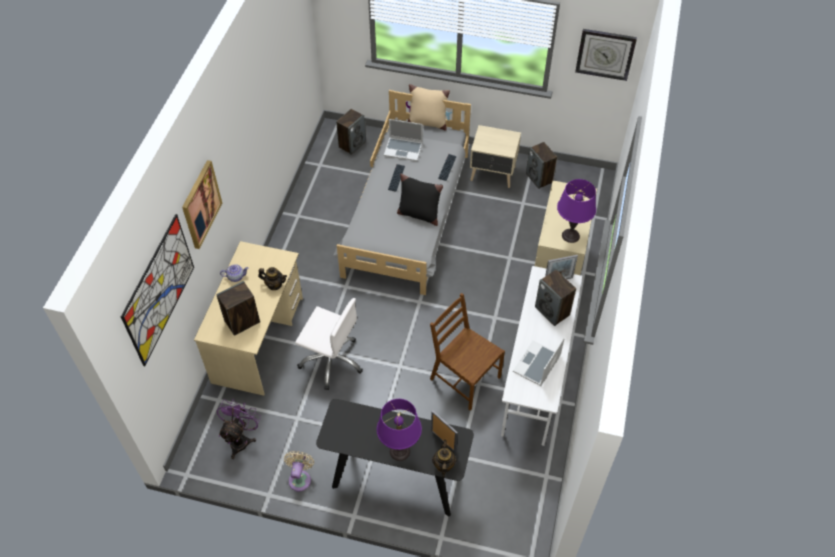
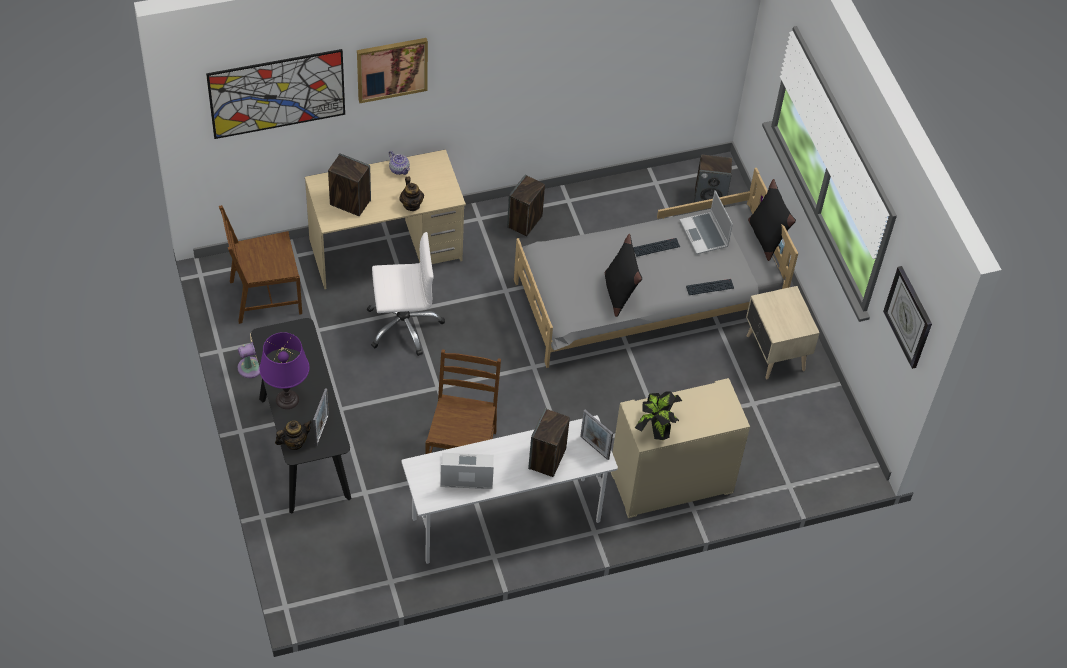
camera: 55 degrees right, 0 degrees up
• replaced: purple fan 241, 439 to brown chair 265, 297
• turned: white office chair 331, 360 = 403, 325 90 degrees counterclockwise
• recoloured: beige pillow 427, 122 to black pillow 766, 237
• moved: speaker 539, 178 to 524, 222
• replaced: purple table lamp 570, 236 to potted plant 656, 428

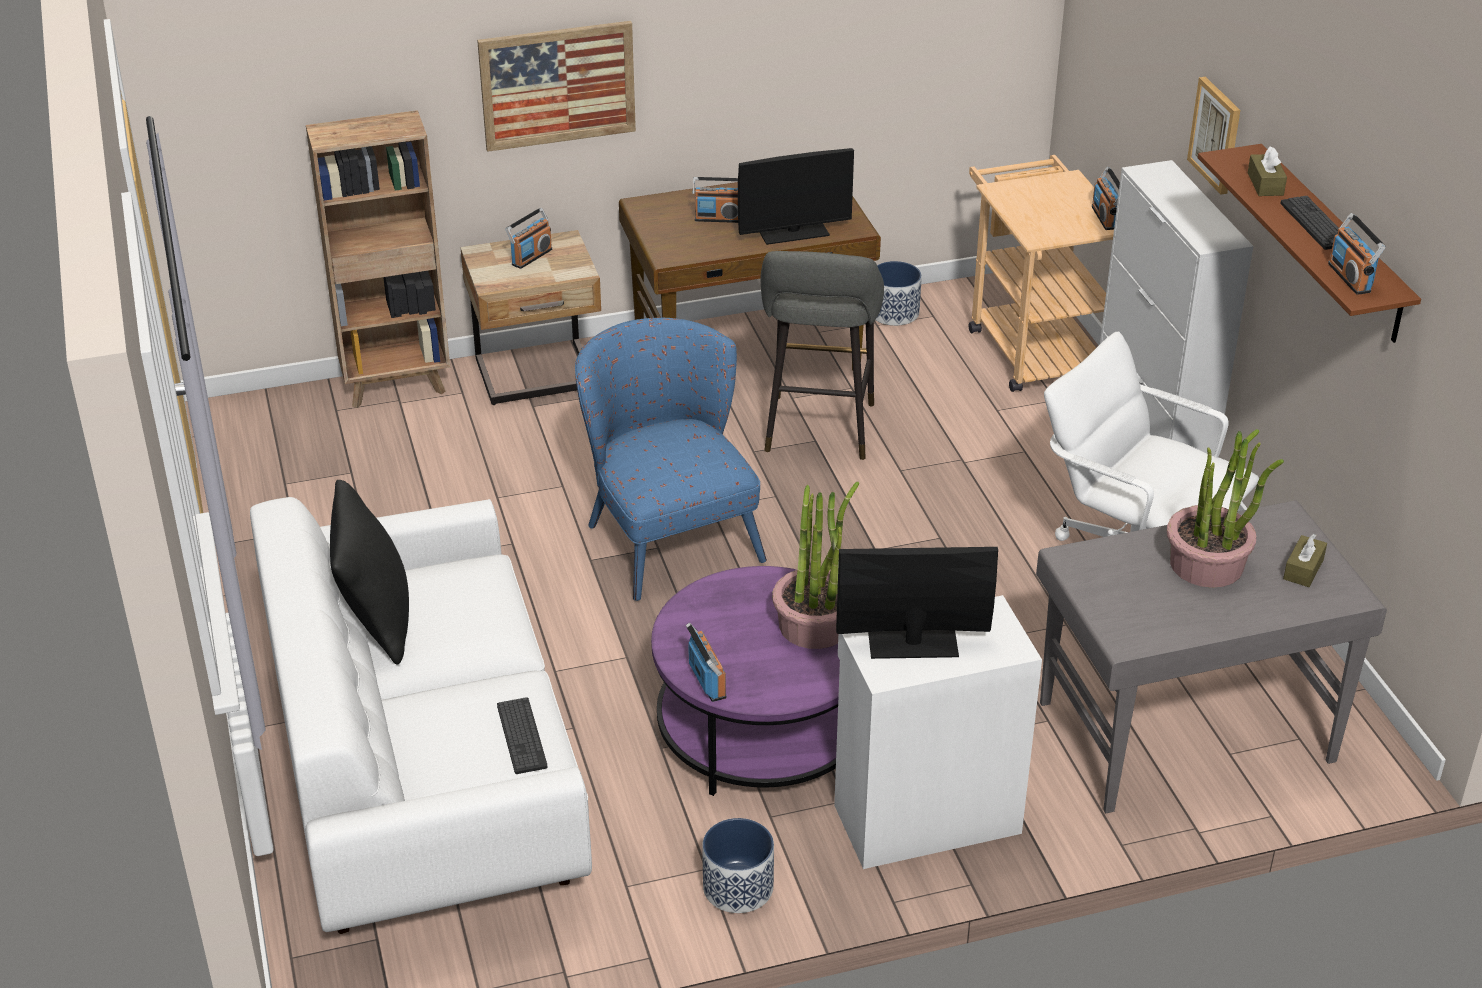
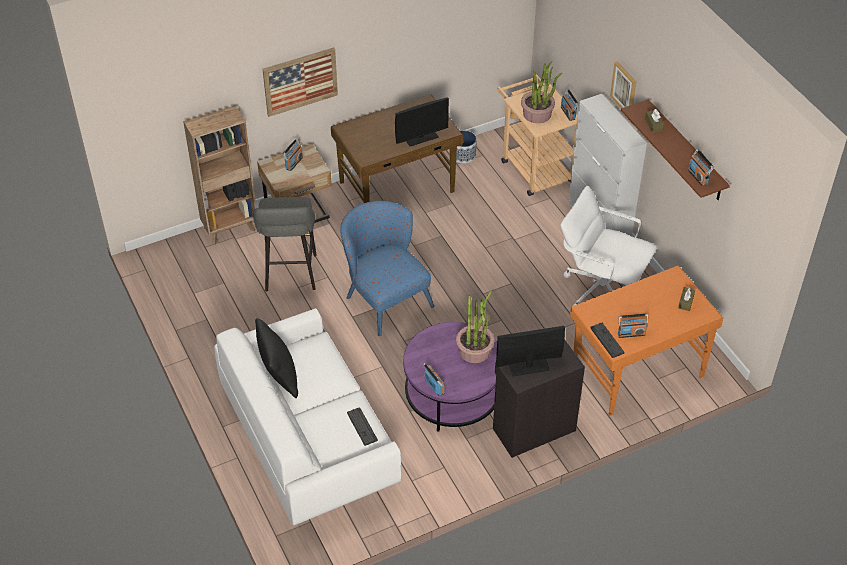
camera: 10 degrees left, 10 degrees up
• moved: radio 718, 218 to 631, 333
• removed: planter 738, 888
• moved: grey stool 818, 432 to 290, 275
• recoloured: white cabinet 925, 817 to black cabinet 533, 429
• recoloured: grey desk 1182, 730 to orange desk 636, 370
• moved: potted plant 1207, 564 to 537, 114
• moved: keyboard 1315, 224 to 607, 340

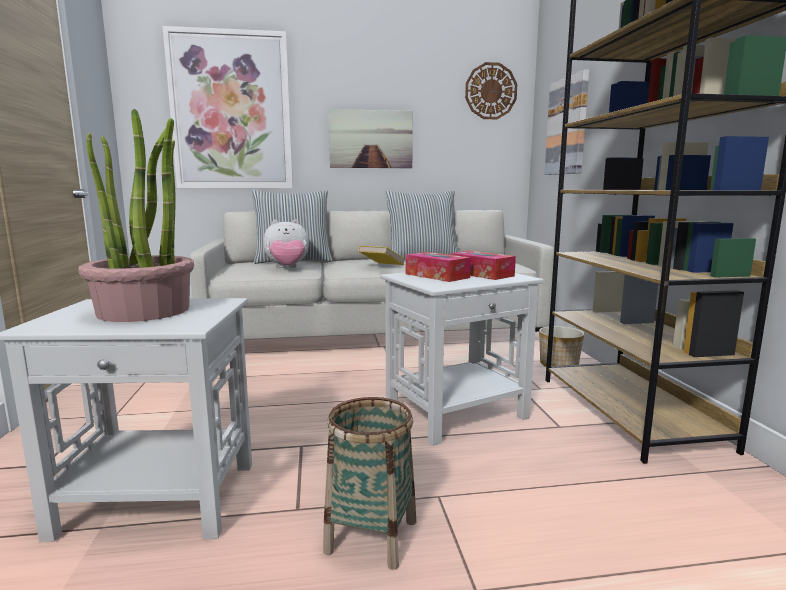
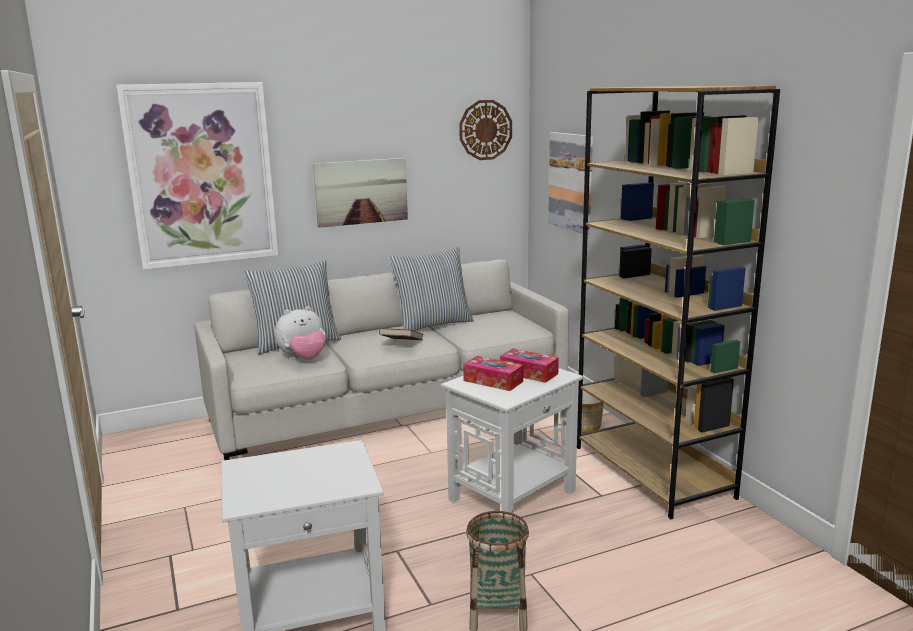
camera: 15 degrees left, 5 degrees up
• removed: potted plant 145, 311
• recoloured: yellow book 382, 266 to brown book 401, 345

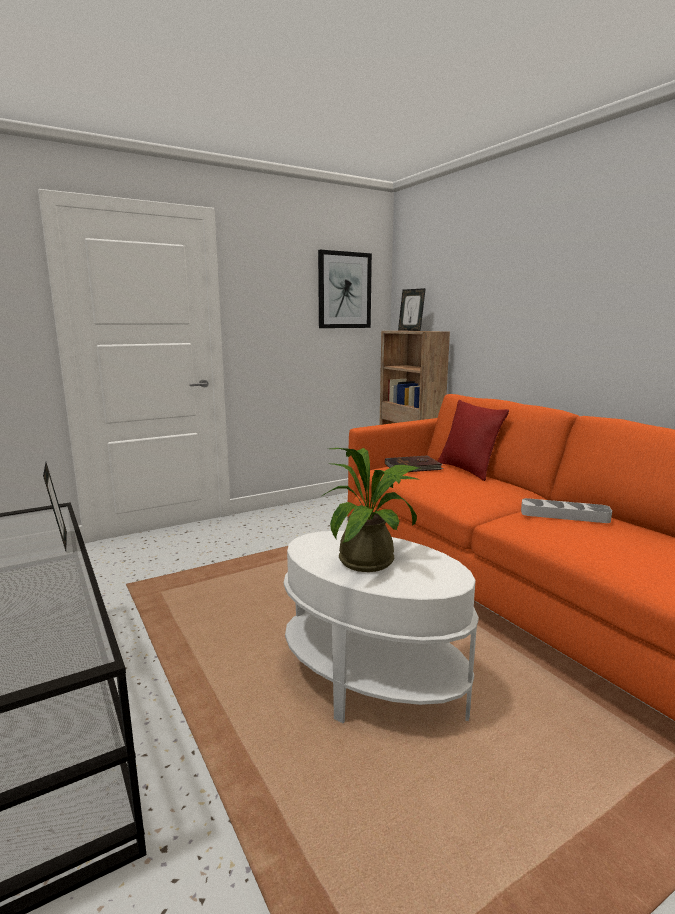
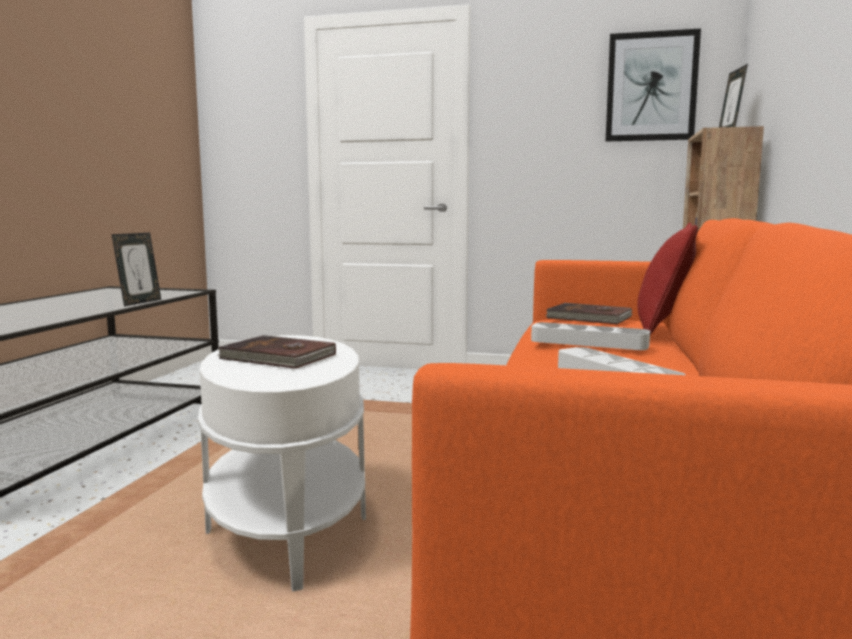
camera: 45 degrees right, 5 degrees down
• replaced: potted plant 373, 560 to brown book 278, 357
• added: grey tray 589, 343

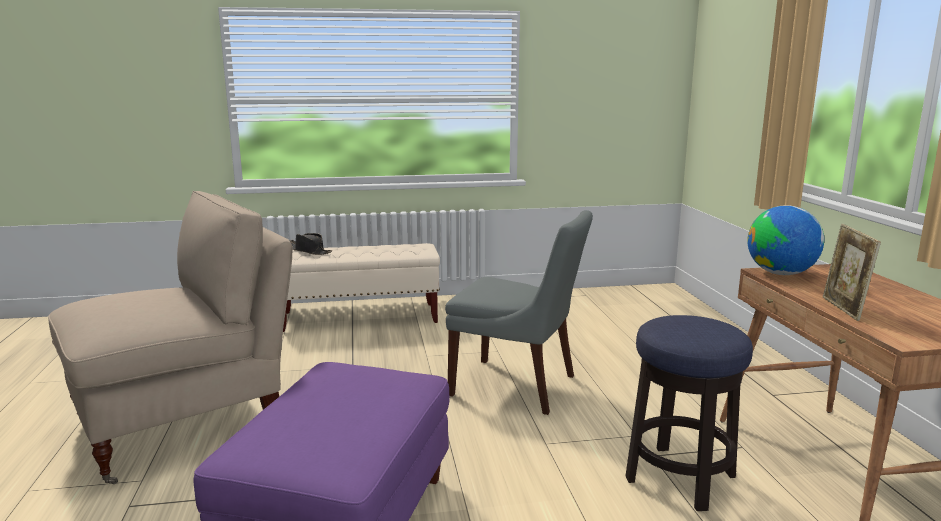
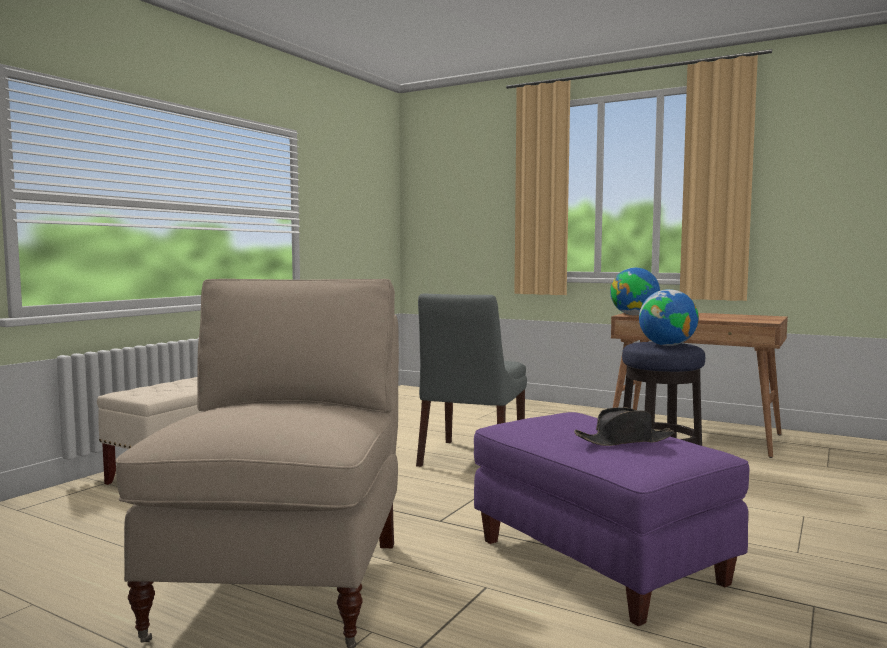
camera: 50 degrees left, 10 degrees down
• moved: black hat 309, 251 to 625, 441
• turned: grey chair 517, 386 = 471, 458 135 degrees clockwise
• removed: picture frame 843, 309
• added: globe 667, 345

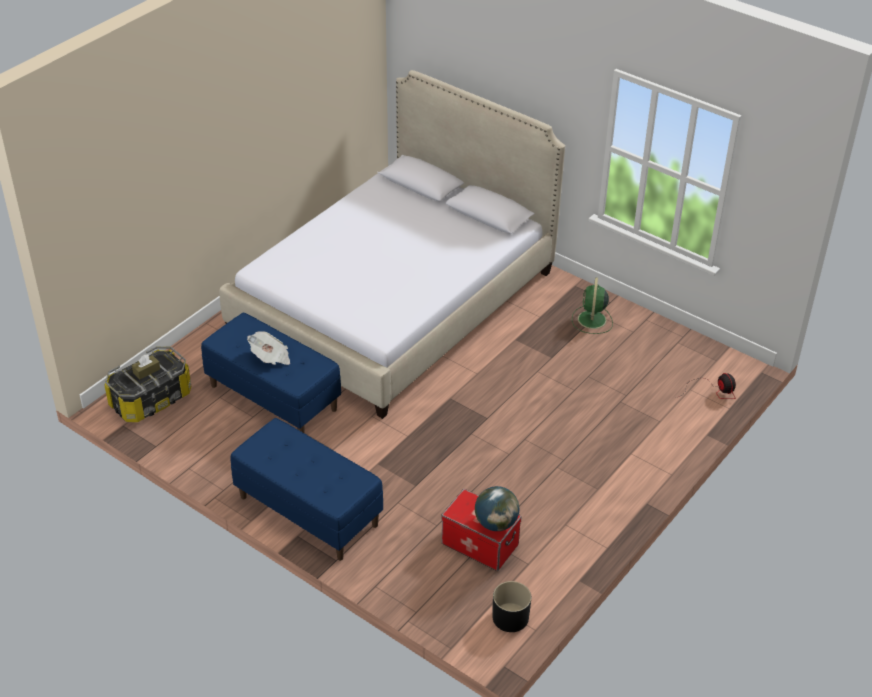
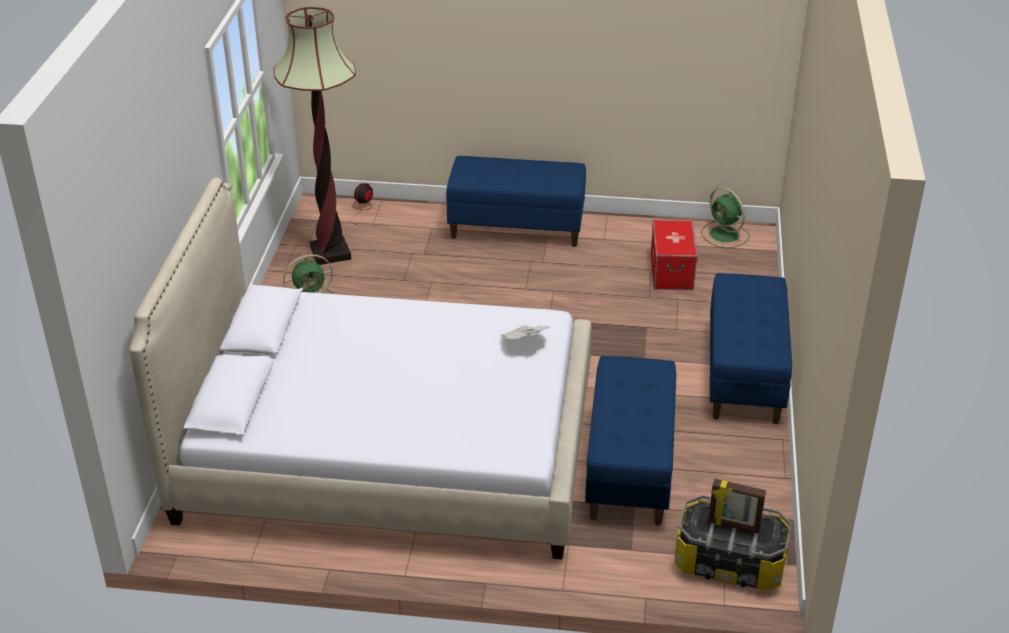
camera: 120 degrees left, 5 degrees down
• replaced: brown tissue box 146, 371 to picture frame 733, 526
• moved: newspaper 270, 357 to 524, 342
• removed: globe 495, 523
• replaced: black planter 510, 618 to green fan 725, 235
• added: floor lamp 331, 253
• added: blue bench 517, 227

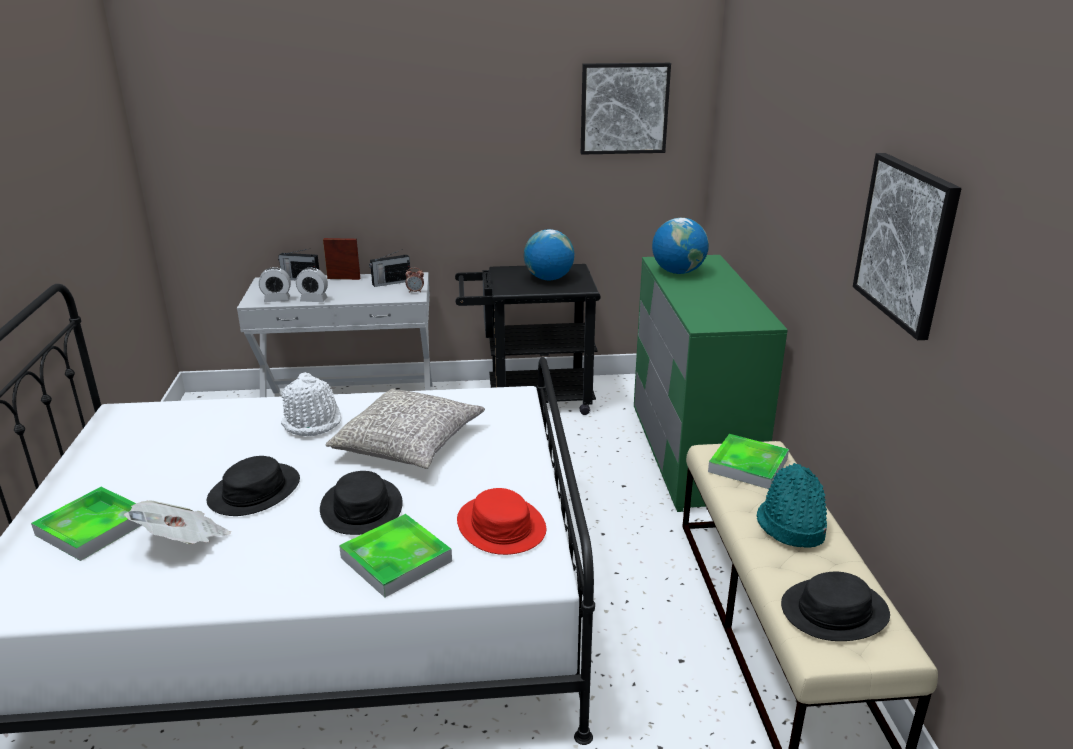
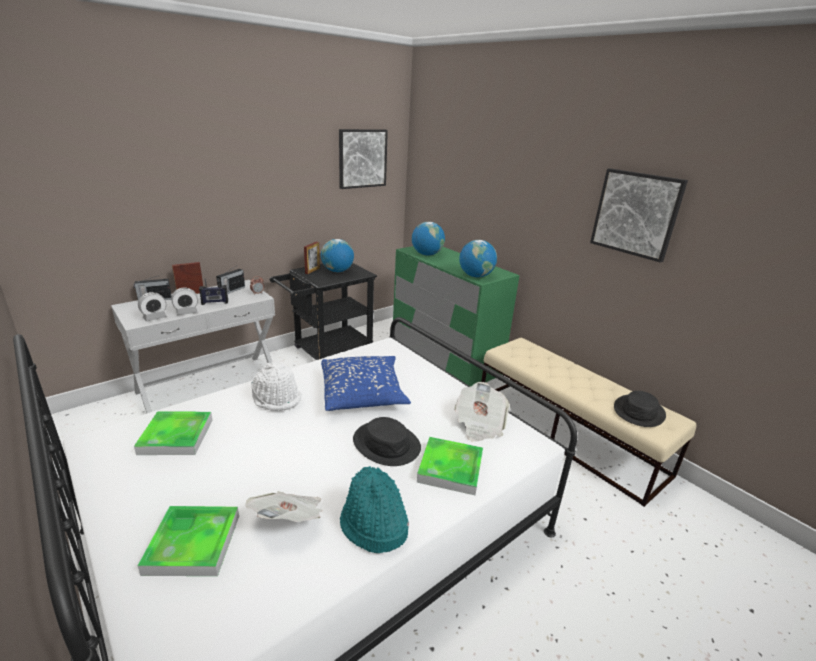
camera: 35 degrees left, 0 degrees up
• removed: black hat 254, 491
• recoloured: grey pillow 409, 444 to blue pillow 363, 393
• replaced: red hat 501, 526 to newspaper 479, 424
• moved: tray 748, 465 to 176, 436
• moved: turquoise hat 790, 526 to 373, 525
• added: radio 215, 302
• added: picture frame 312, 271
• added: globe 476, 276

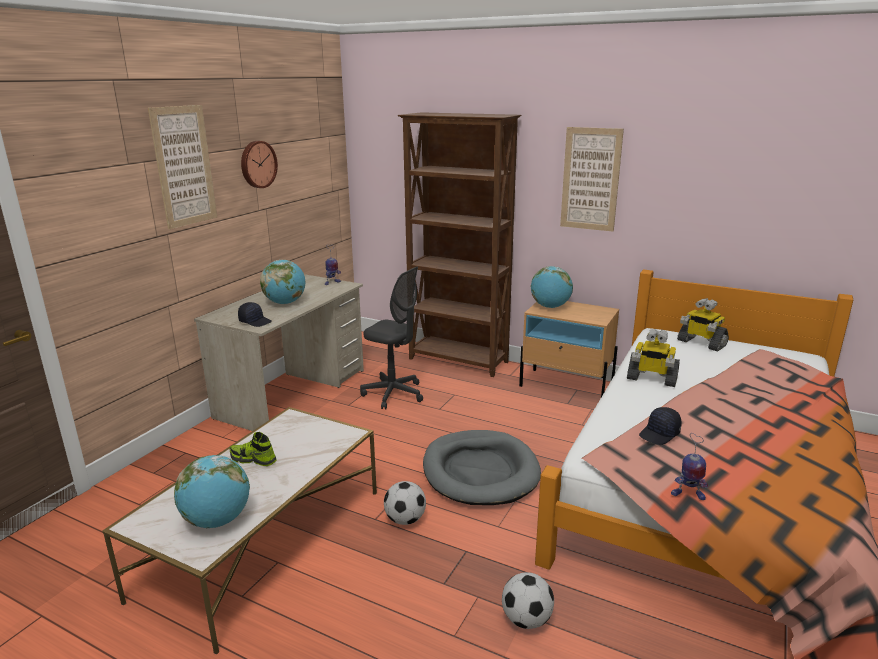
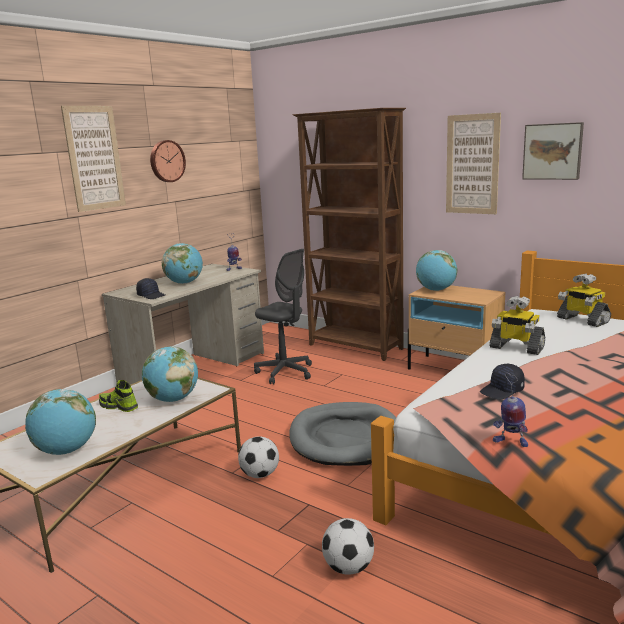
camera: 10 degrees right, 5 degrees down
• added: globe 173, 399
• added: picture 552, 151

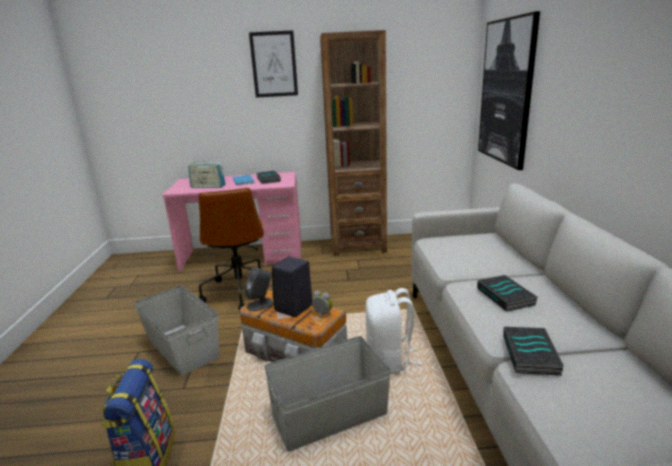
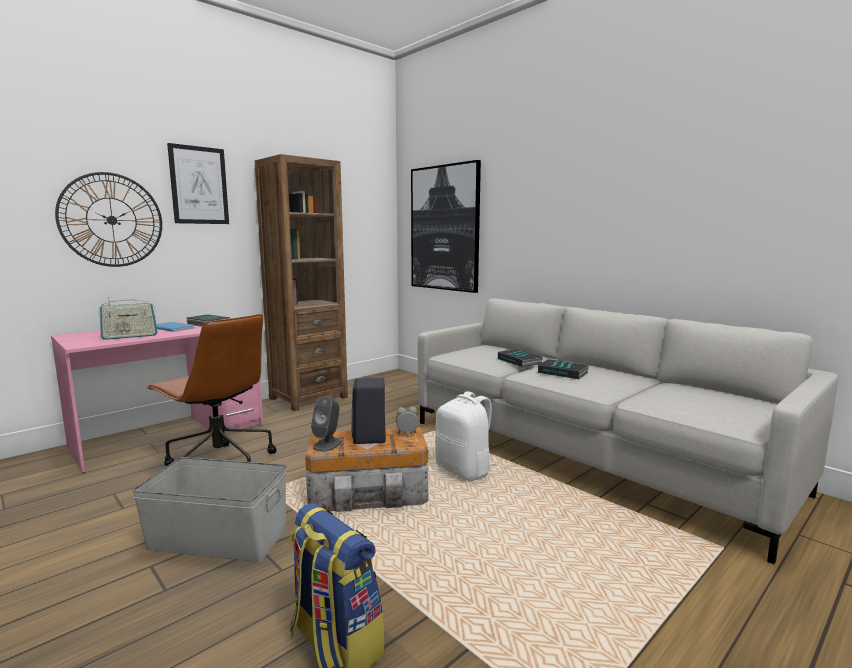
camera: 40 degrees left, 10 degrees down
• removed: grey storage box 330, 416
• moved: book 532, 355 to 520, 361
• added: wall clock 111, 220

